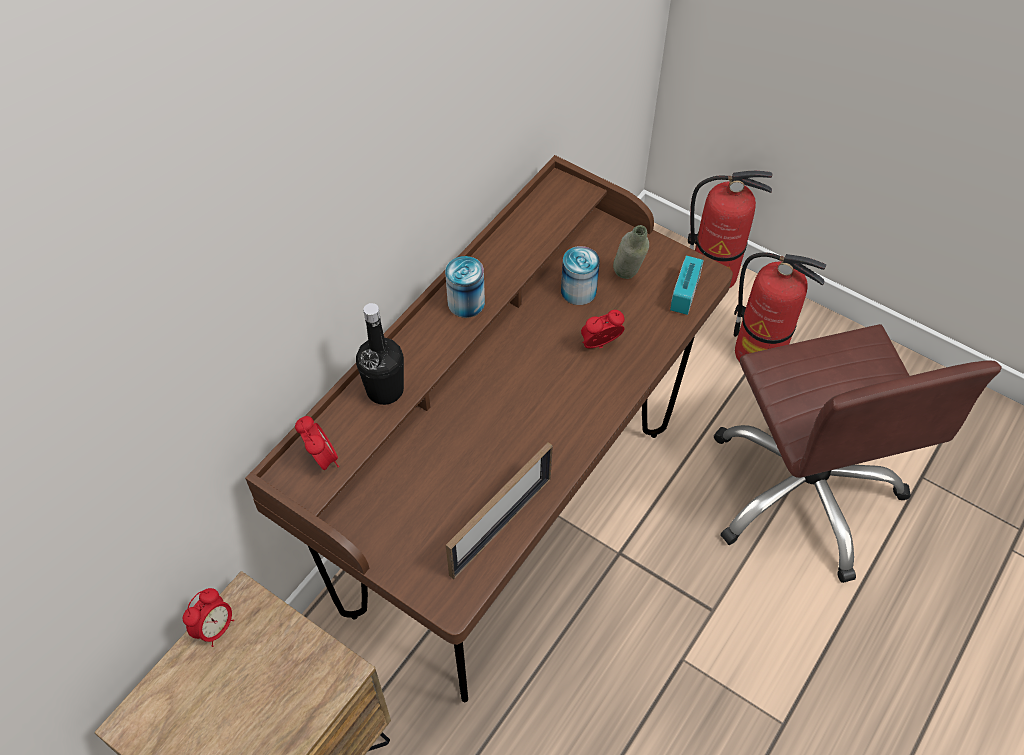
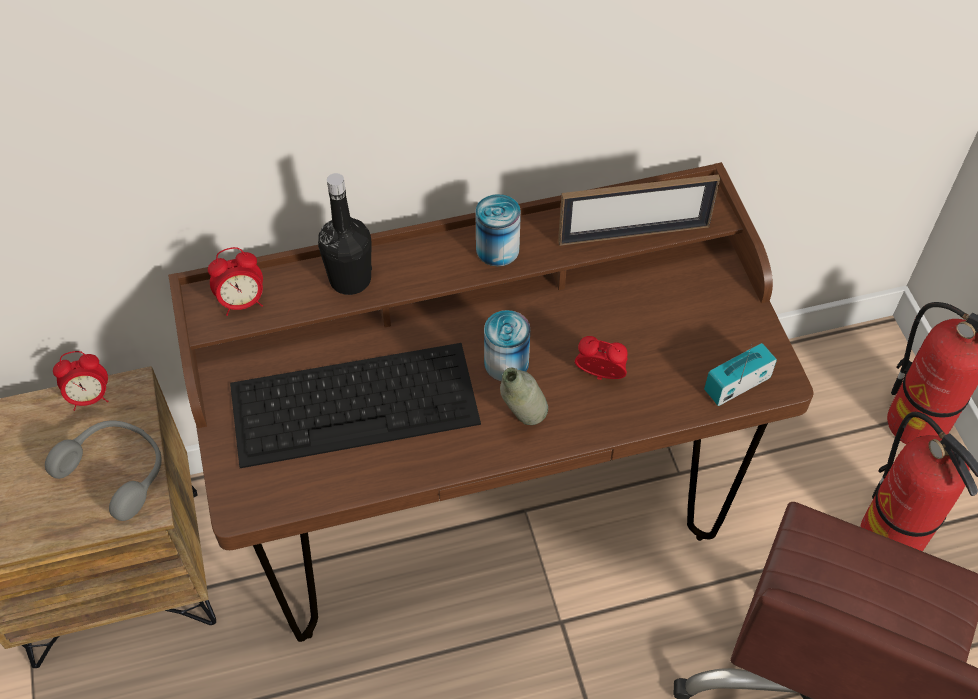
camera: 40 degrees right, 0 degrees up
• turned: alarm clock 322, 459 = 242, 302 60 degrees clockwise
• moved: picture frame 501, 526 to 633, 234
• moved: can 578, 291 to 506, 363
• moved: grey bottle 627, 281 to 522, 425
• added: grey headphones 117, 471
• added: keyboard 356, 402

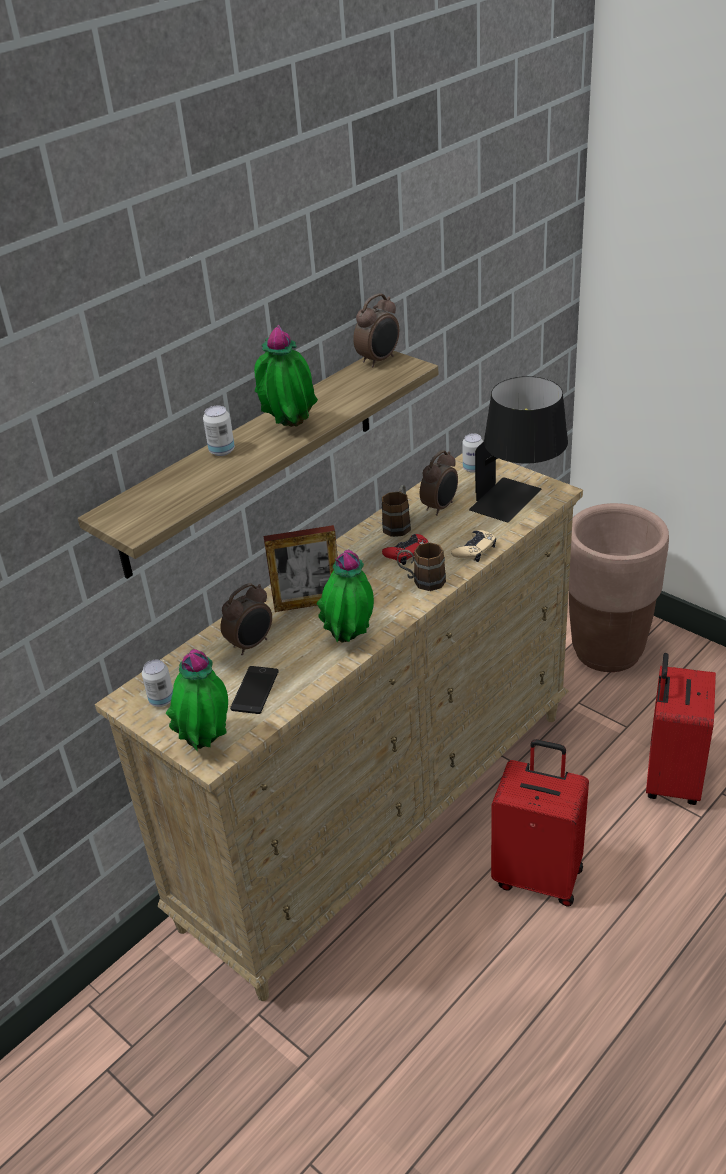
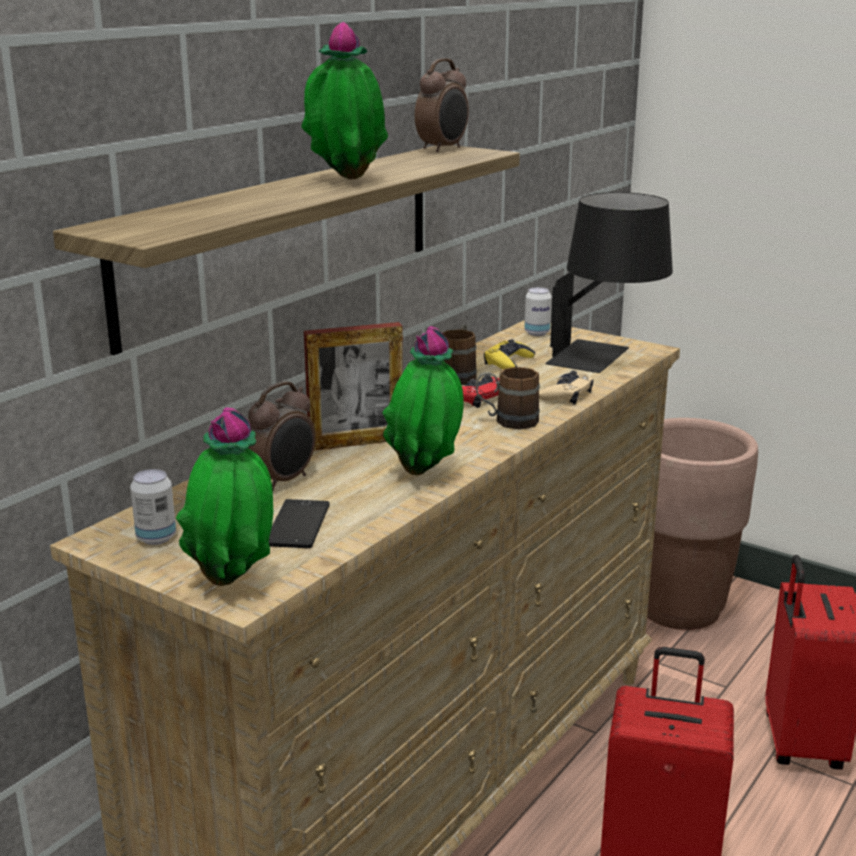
camera: 10 degrees left, 15 degrees down
• removed: can 222, 451
• replaced: alarm clock 440, 507 to yellow game controller 508, 362

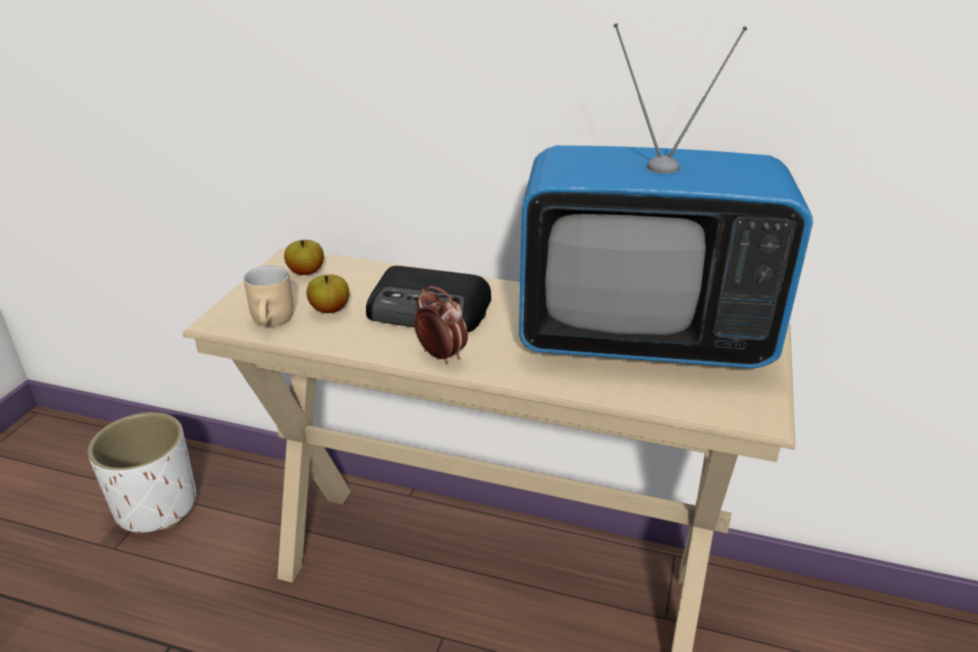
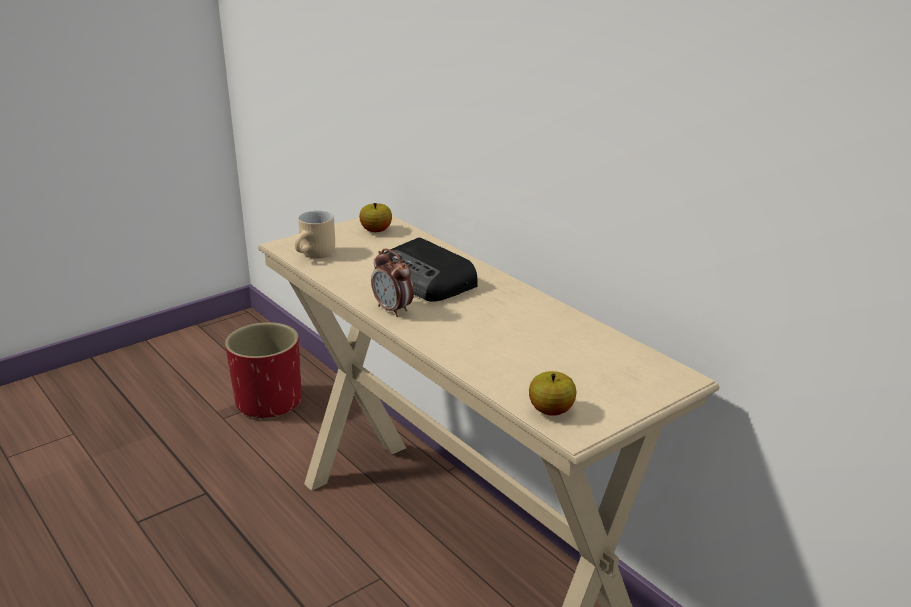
camera: 35 degrees right, 5 degrees down
• recoloured: white planter 157, 506 to red planter 269, 402
• moved: apple 330, 309 to 551, 411
• turned: alarm clock 441, 355 = 393, 310 150 degrees clockwise
• removed: television 642, 338

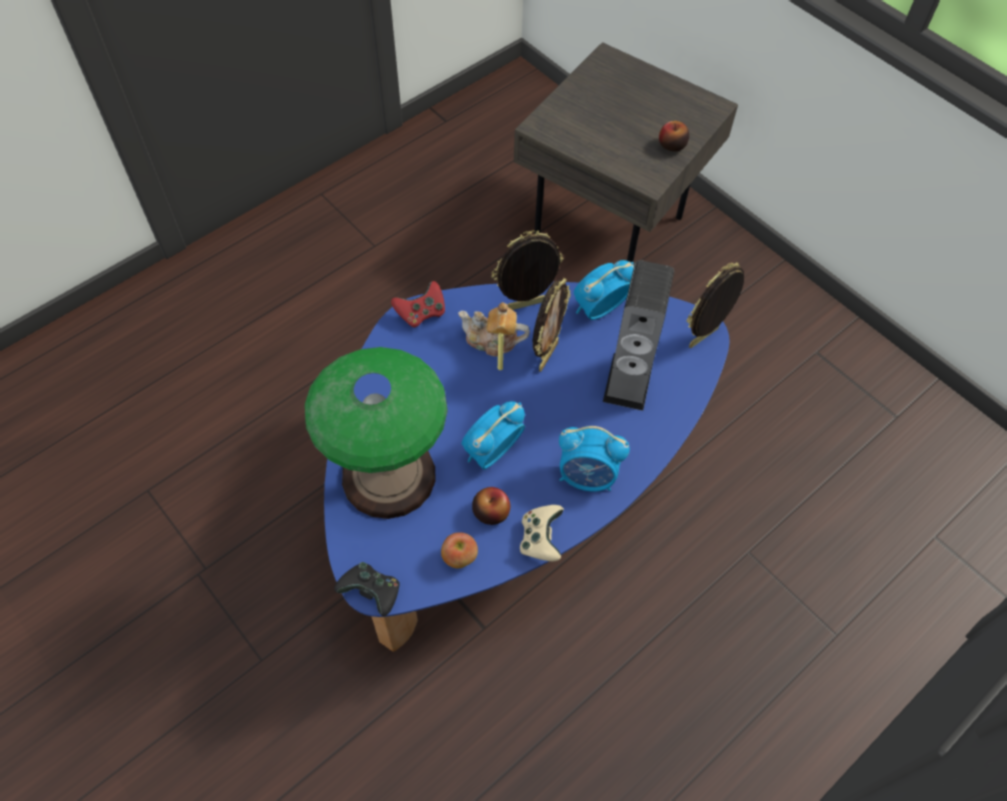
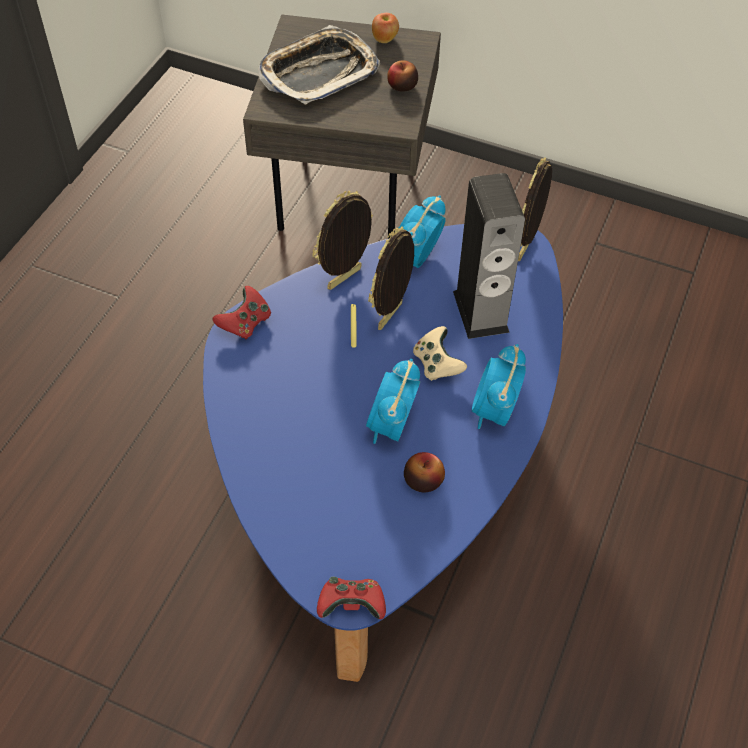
camera: 25 degrees left, 5 degrees down
• removed: table lamp 390, 475
• recoloured: black game controller 372, 593 to red game controller 352, 605
• moved: apple 460, 558 to 385, 39
• removed: teapot 492, 341
• moved: beige game controller 540, 539 to 437, 364
• turned: picture frame 547, 355 = 391, 317 150 degrees counterclockwise
• turned: alarm clock 587, 476 = 494, 411 120 degrees clockwise
• added: tray 319, 72

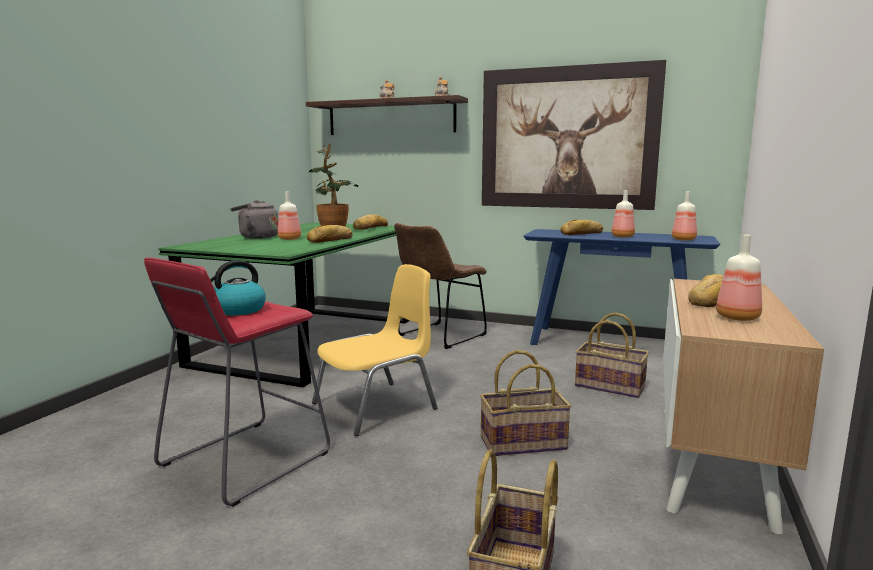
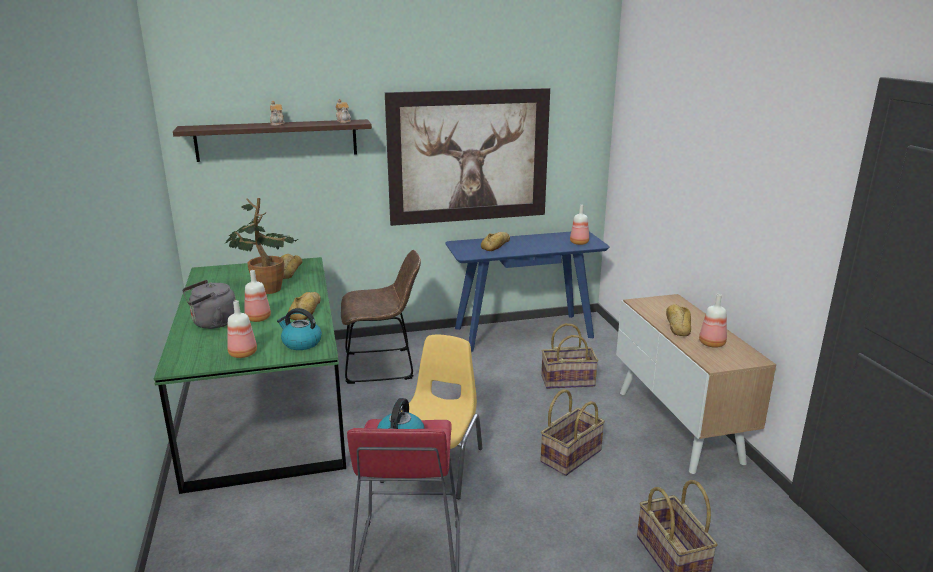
camera: 35 degrees left, 10 degrees up
• turned: brown chair 438, 336 = 383, 365 105 degrees counterclockwise
• moved: bottle 623, 236 to 244, 354
• added: kettle 301, 343

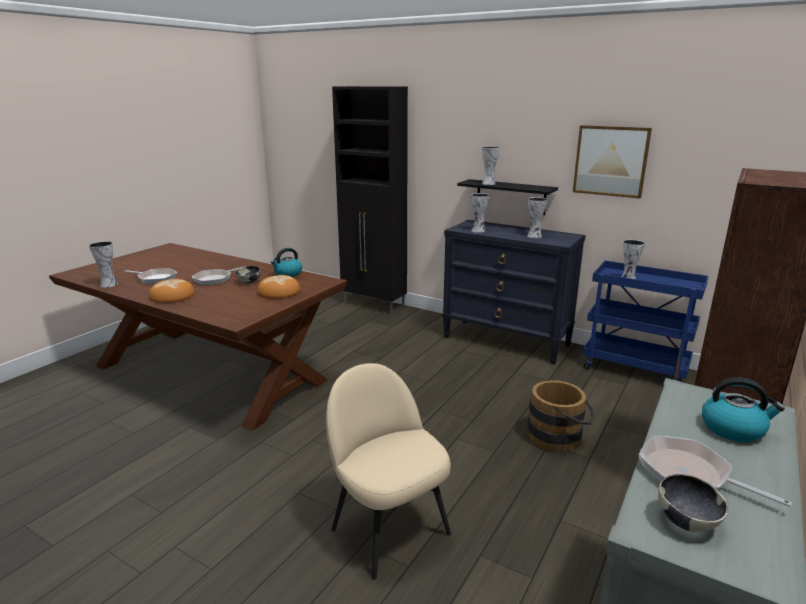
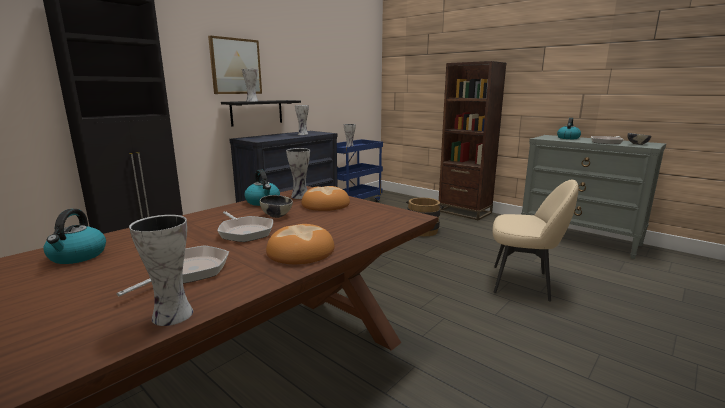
camera: 80 degrees left, 5 degrees down
• turned: beige chair 388, 529 = 523, 283 135 degrees counterclockwise
• moved: vase 478, 231 to 301, 196
• moved: picture 610, 161 to 235, 66
• added: kettle 78, 256

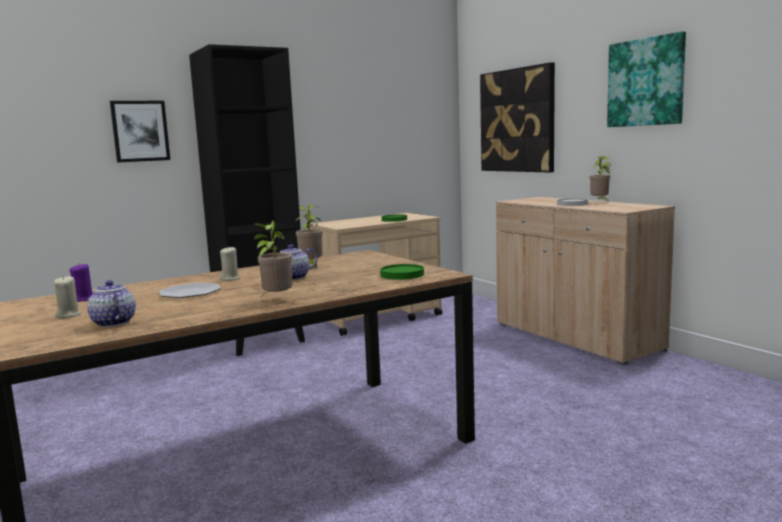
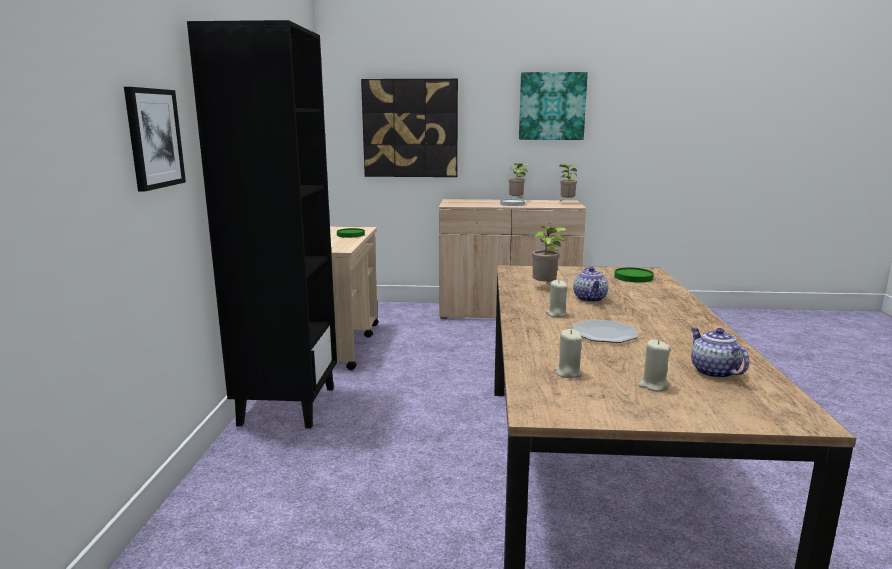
camera: 55 degrees left, 5 degrees up
• recoloured: purple candle 84, 299 to beige candle 568, 373
• turned: teapot 113, 322 = 713, 371 75 degrees clockwise
• moved: potted plant 276, 299 to 566, 202

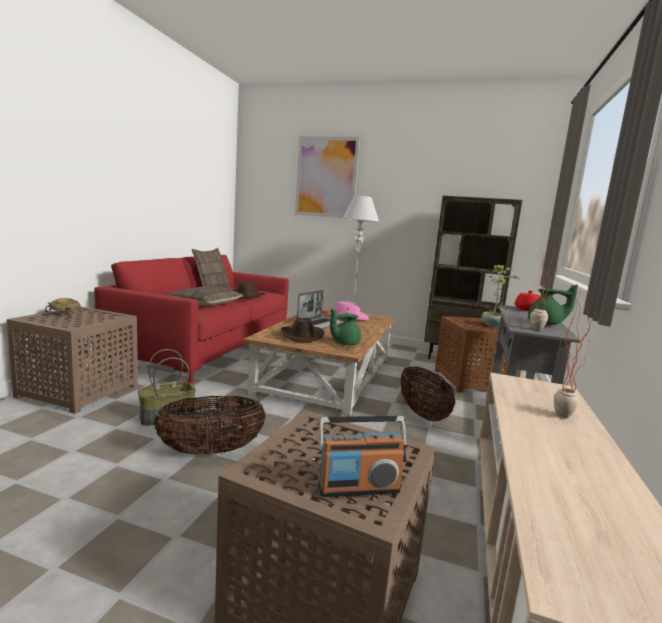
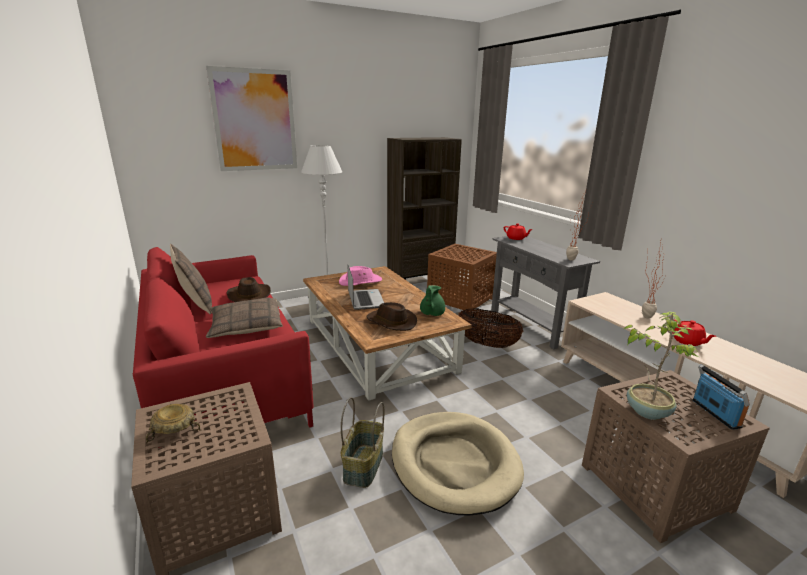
camera: 45 degrees left, 10 degrees up
• replaced: basket 211, 451 to beige dog bed 454, 463
• turned: radio 358, 488 = 715, 413 45 degrees counterclockwise
• moved: potted plant 493, 325 to 647, 411
• removed: green teapot 546, 324
• added: red teapot 688, 341

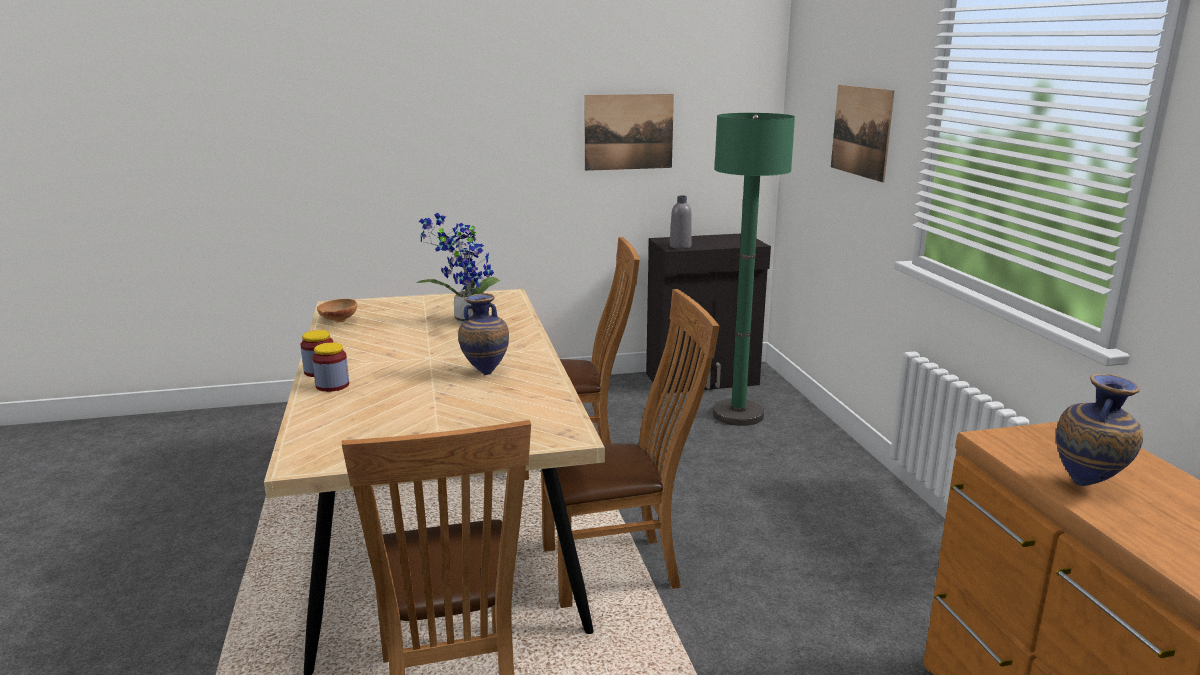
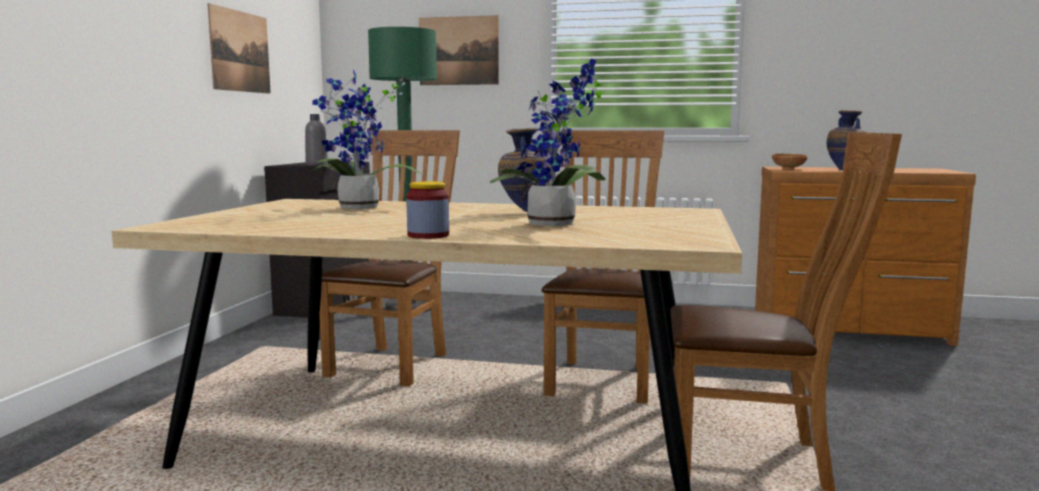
camera: 65 degrees left, 10 degrees down
• removed: jar 332, 385
• moved: brown bowl 338, 320 to 788, 169
• added: potted plant 556, 225

